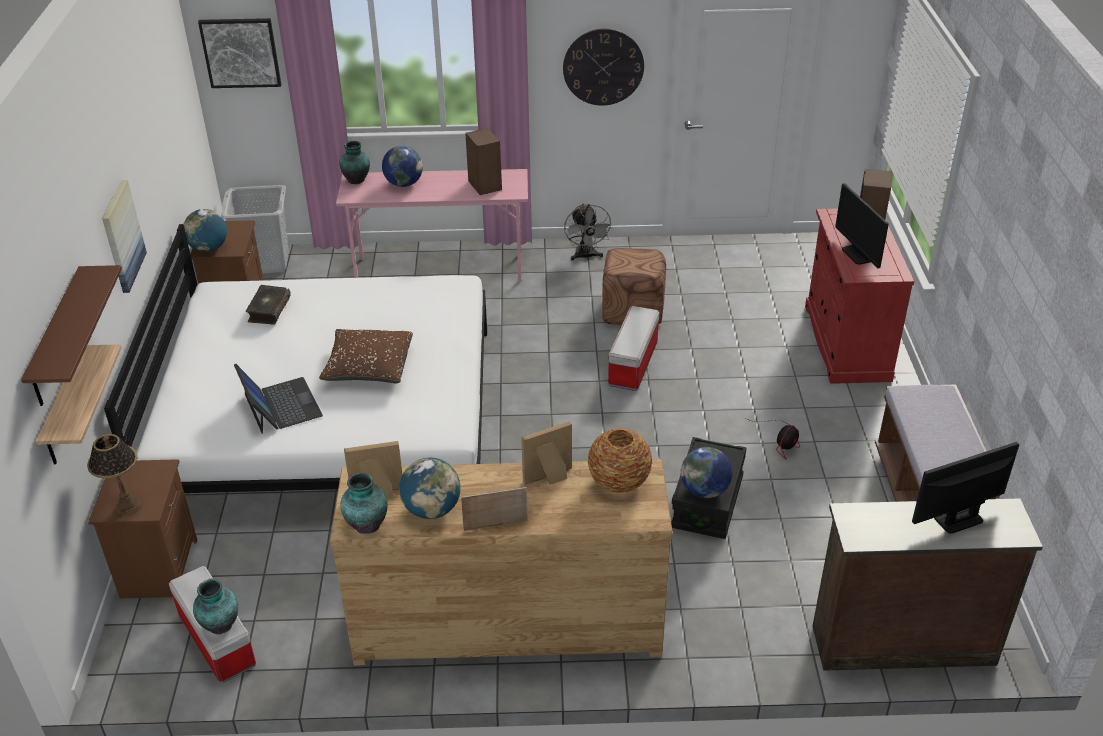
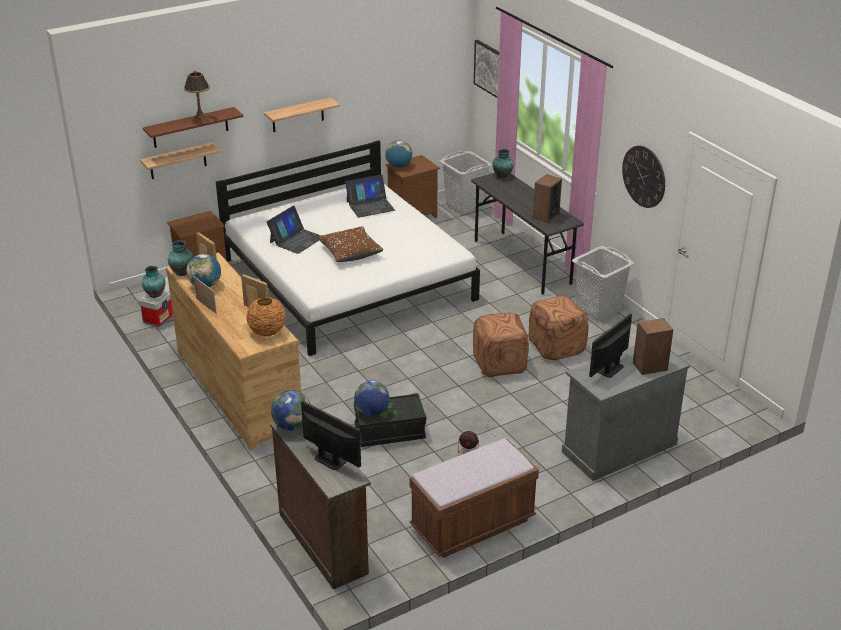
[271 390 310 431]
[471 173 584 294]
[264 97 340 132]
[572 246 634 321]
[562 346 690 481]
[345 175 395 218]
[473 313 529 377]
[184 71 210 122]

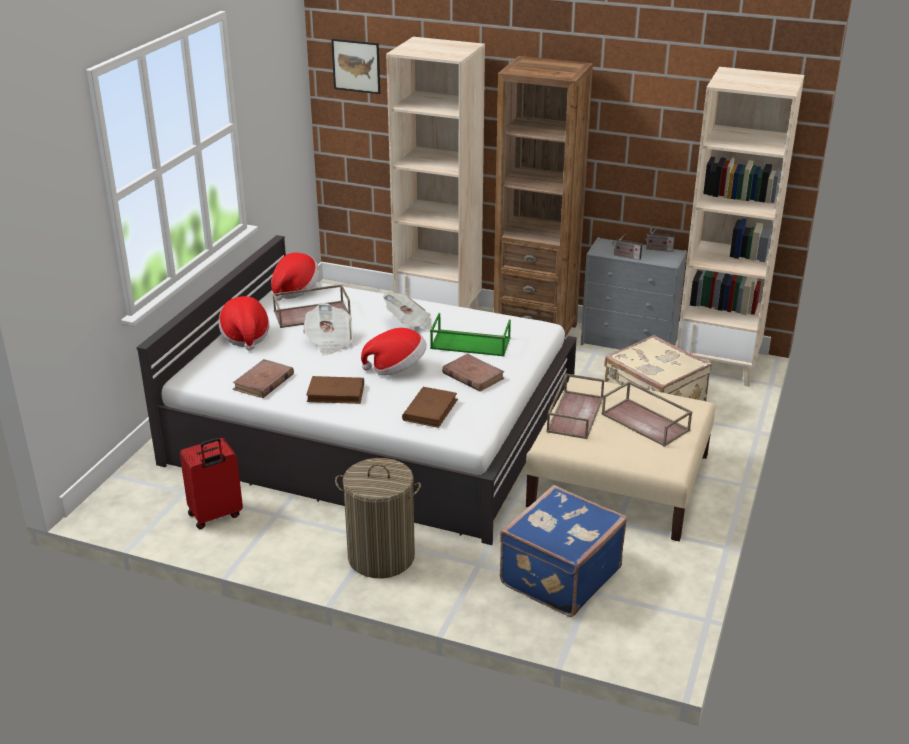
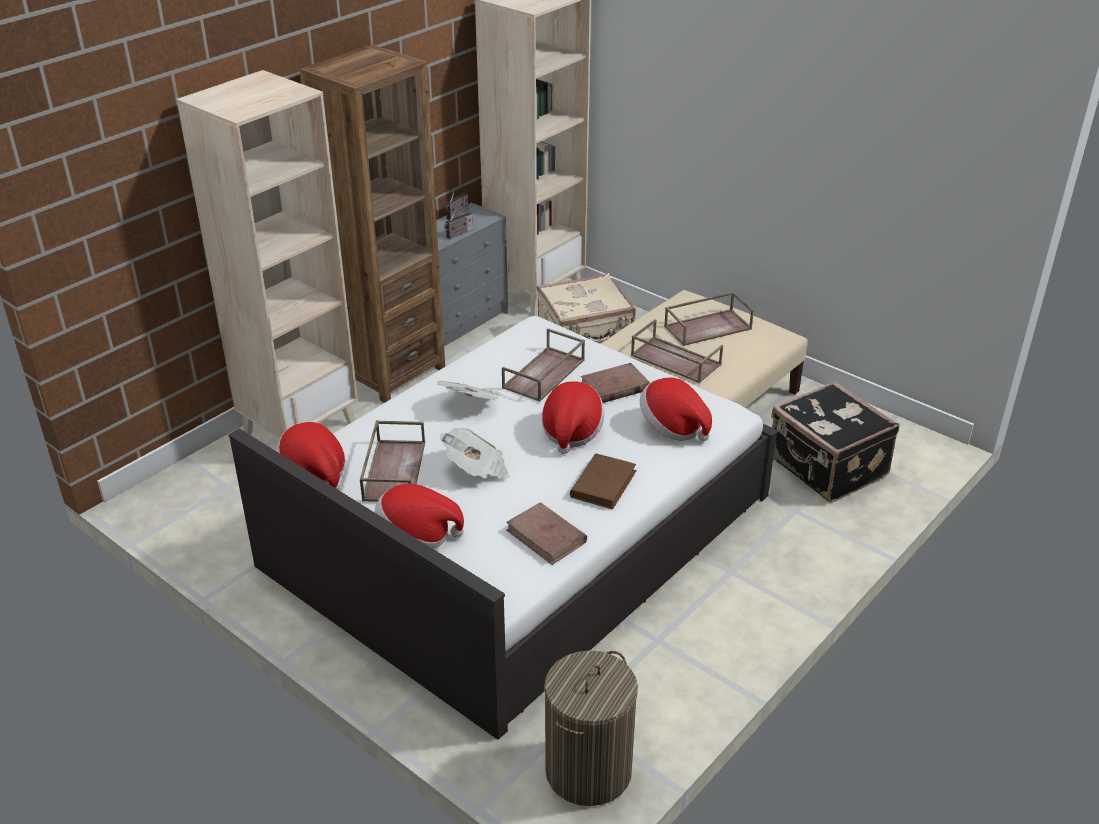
[331 39 380 94] (first image)
[502 328 585 402]
[640 377 712 441]
[180 438 243 529] (first image)
[544 650 638 806]
[771 381 899 502]

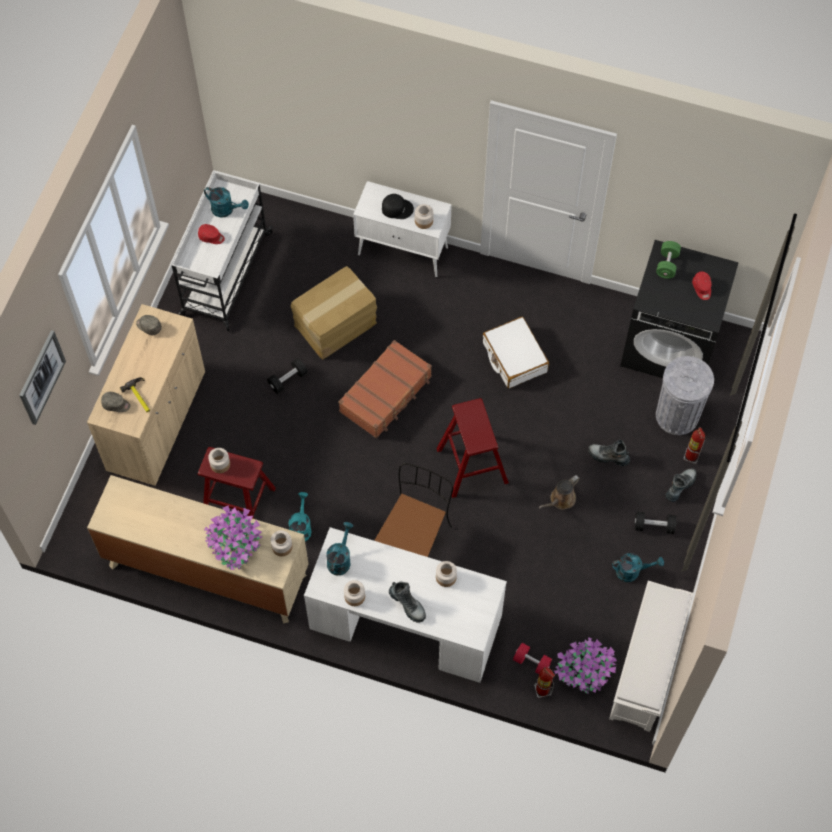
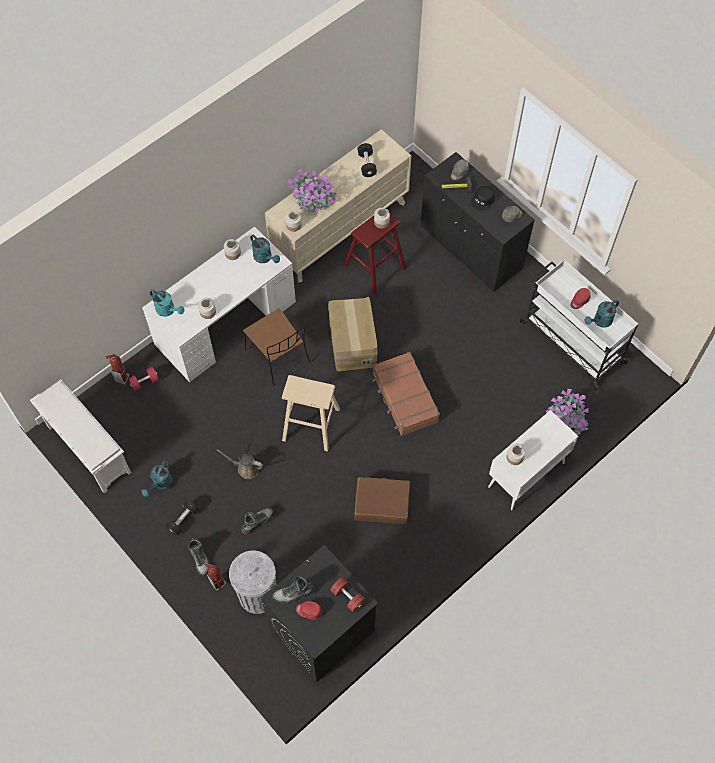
[470 186 495 211]
[330 577 366 612]
[328 297 378 371]
[420 152 535 292]
[354 477 410 524]
[19 330 66 425] (first image)
[357 143 377 177]
[282 375 340 452]
[217 449 263 479]
[150 289 185 317]
[272 576 315 604]
[546 389 589 435]

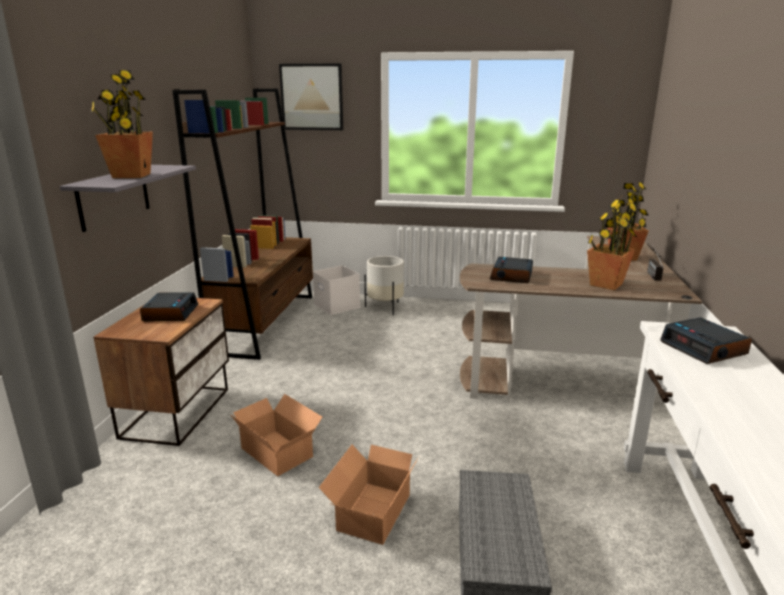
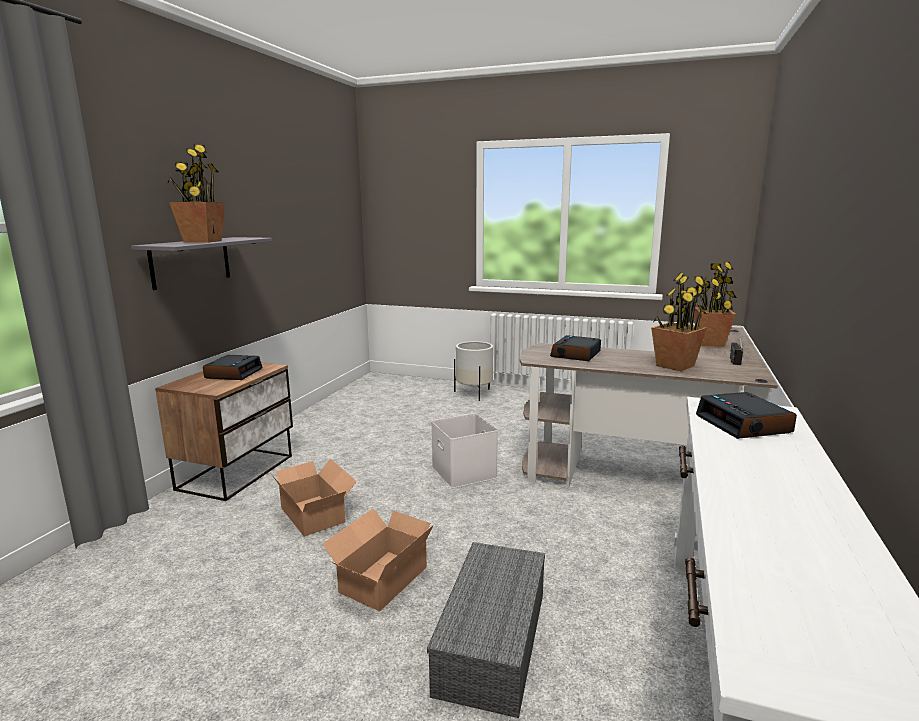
[279 64 343 130] (first image)
[172 88 313 360] (first image)
[431 413 498 488]

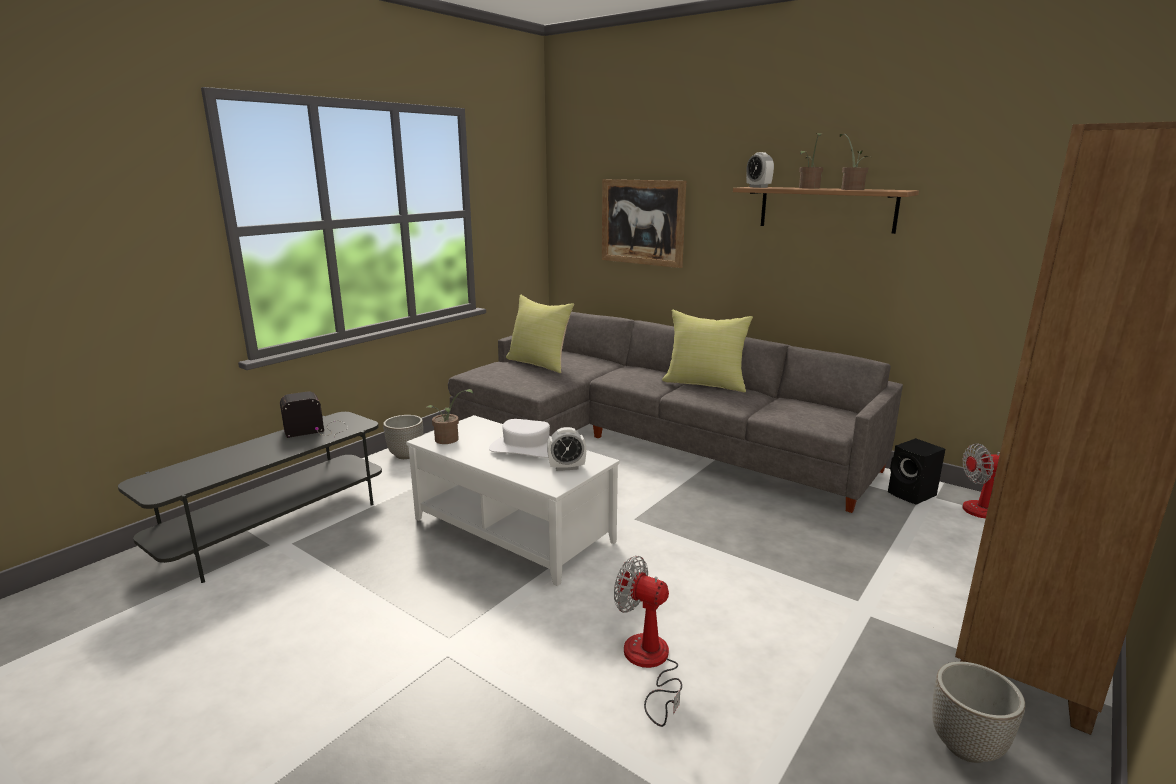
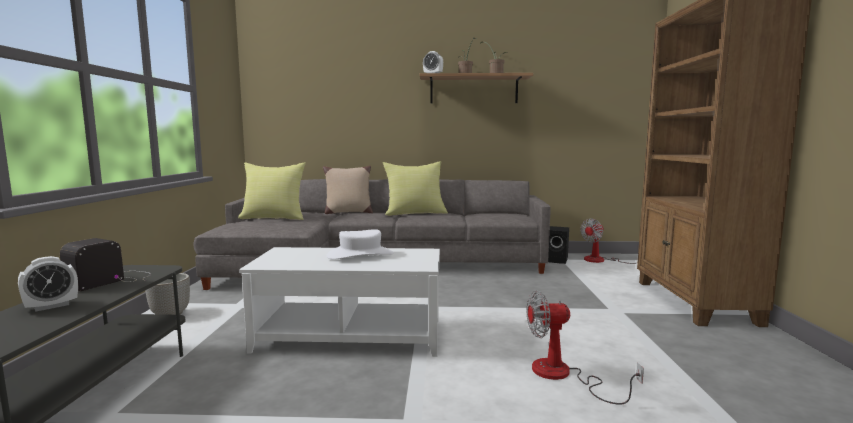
[602 179 686 268] (first image)
[427 389 474 444] (first image)
[18 256 78 312]
[932 662 1025 763] (first image)
[323 166 373 214]

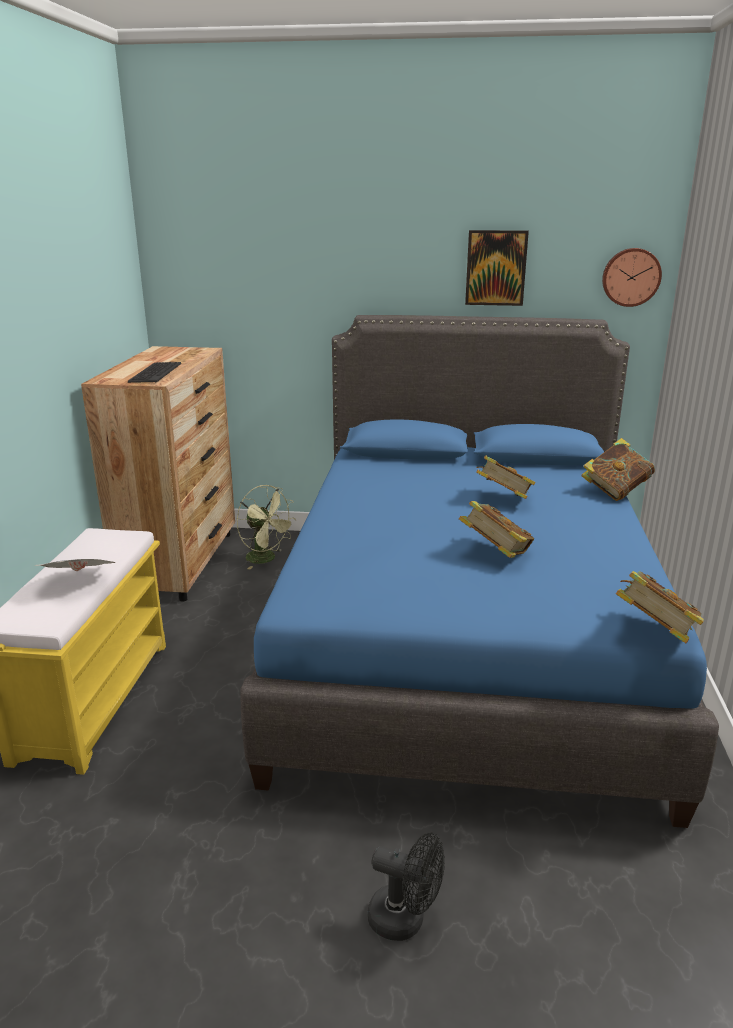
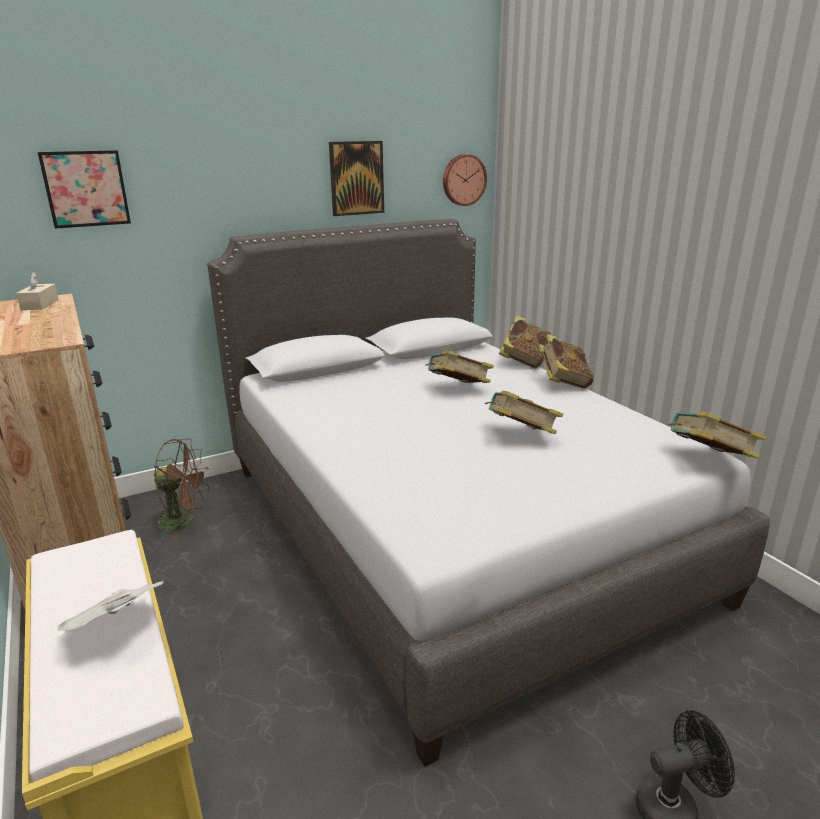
[207 219 770 767]
[128 362 181 383] (first image)
[154 439 209 539]
[38 150 131 229]
[16 271 59 310]
[539 334 594 389]

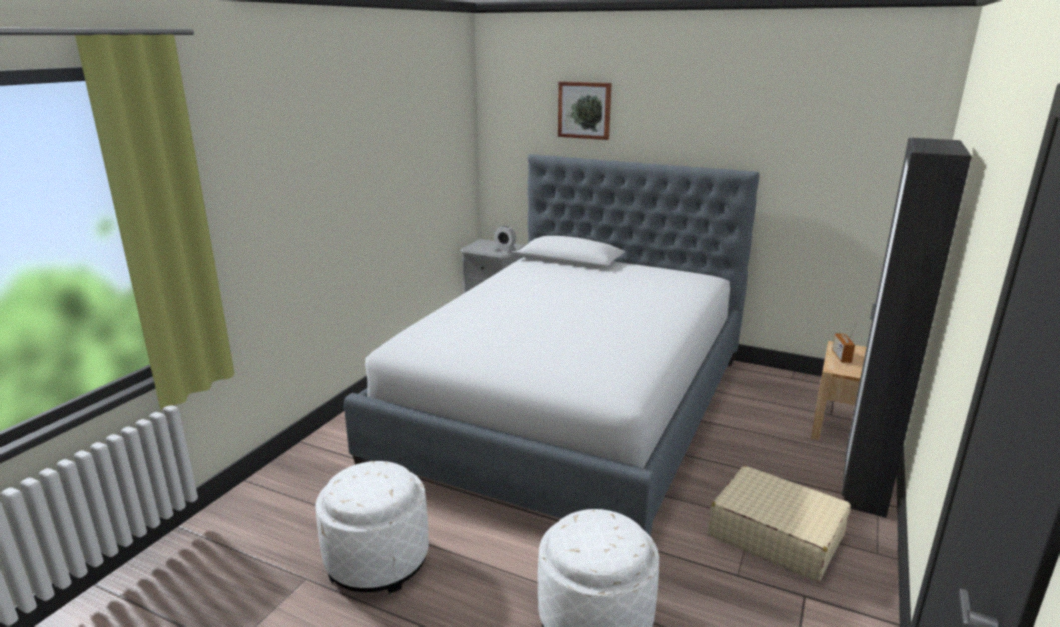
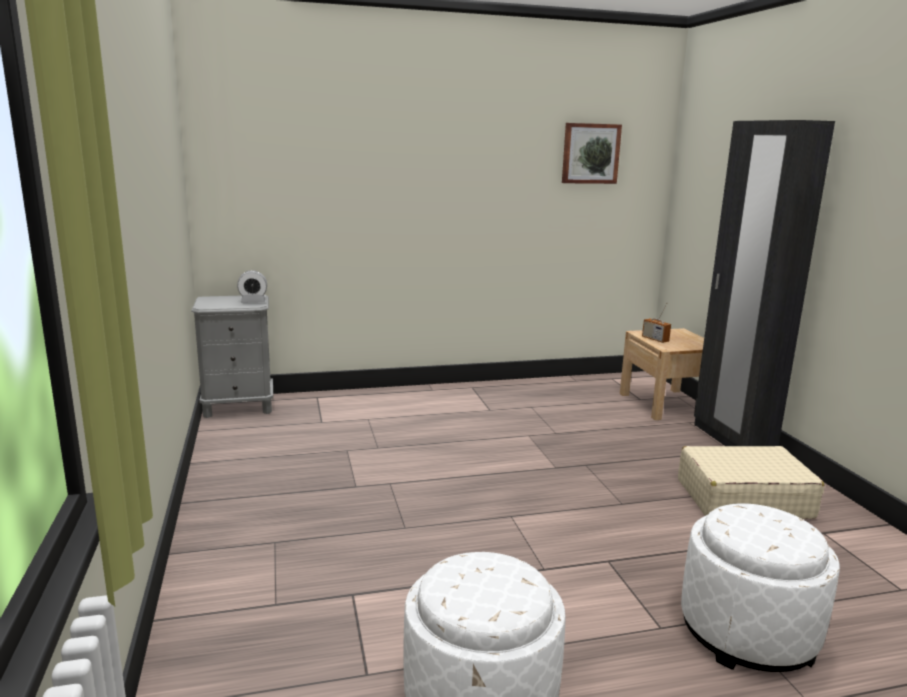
[562 123 622 184]
[344 154 759 537] (first image)

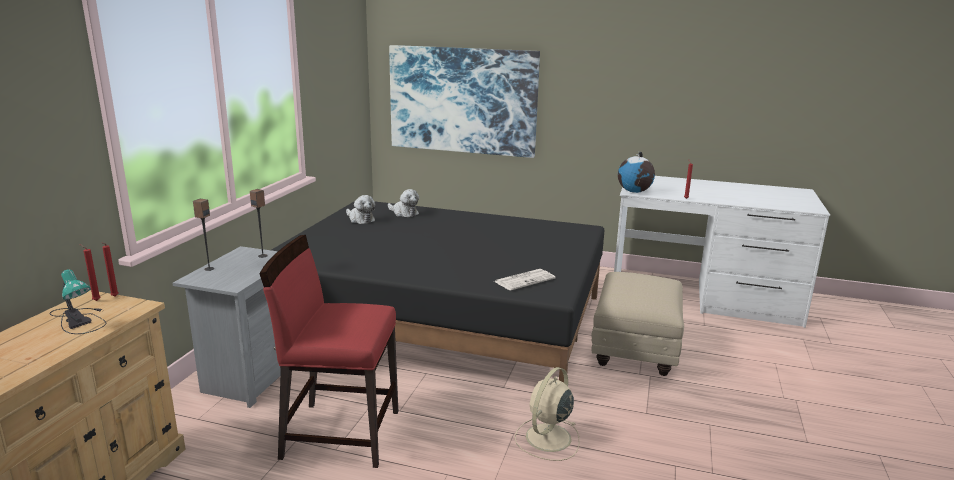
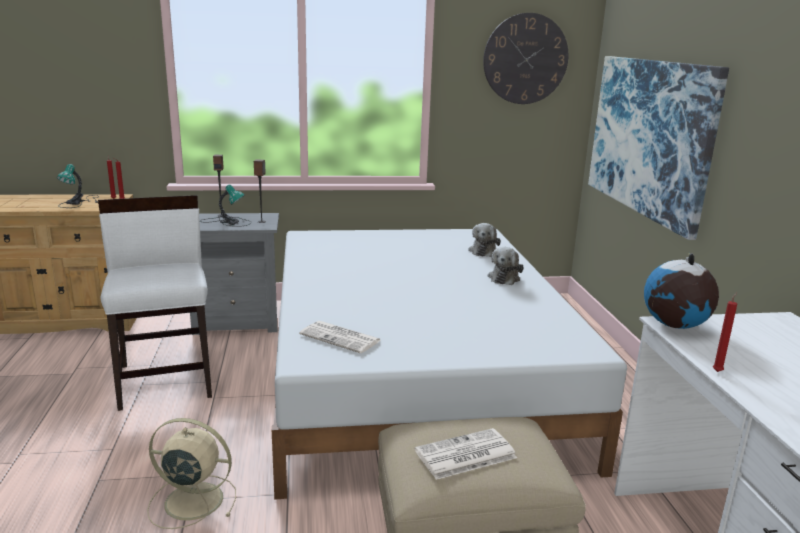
[488 247 523 285]
[272 229 627 500]
[98 195 212 411]
[483 13 568 104]
[200 185 251 227]
[415 428 517 480]

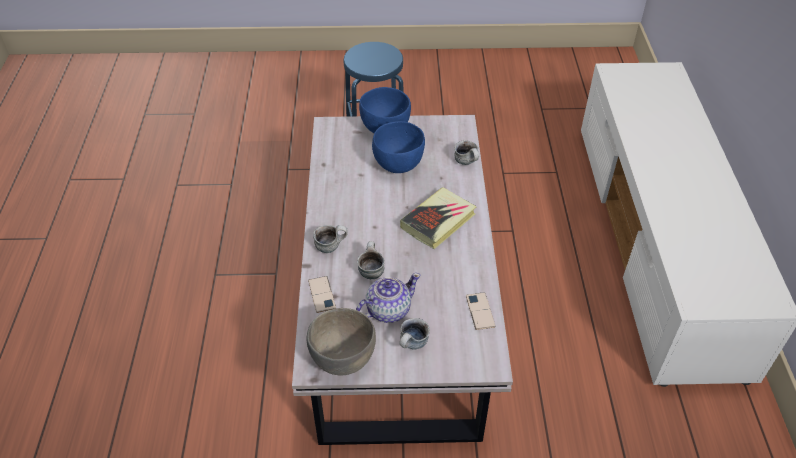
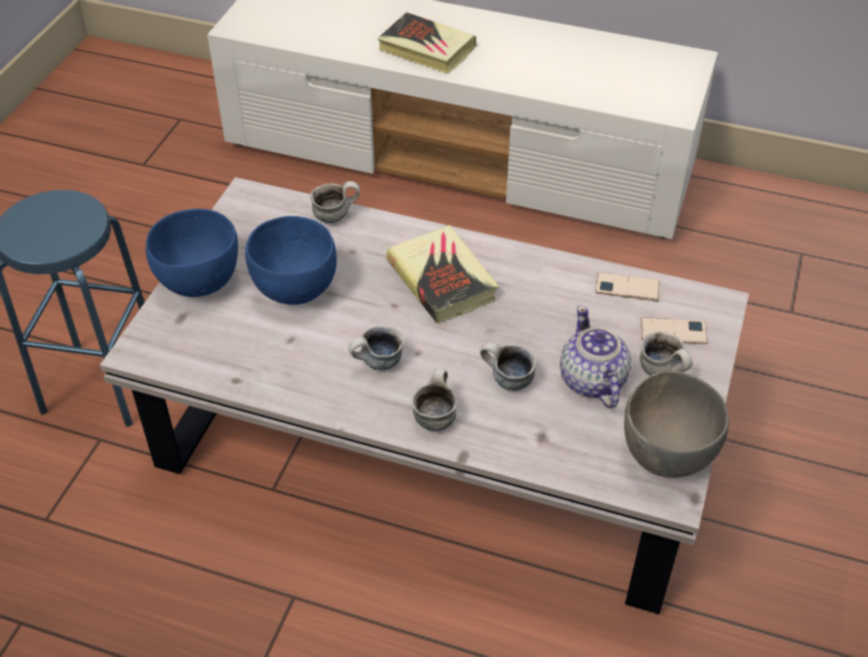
[641 317 708 344]
[377 12 476 74]
[348 325 404 370]

